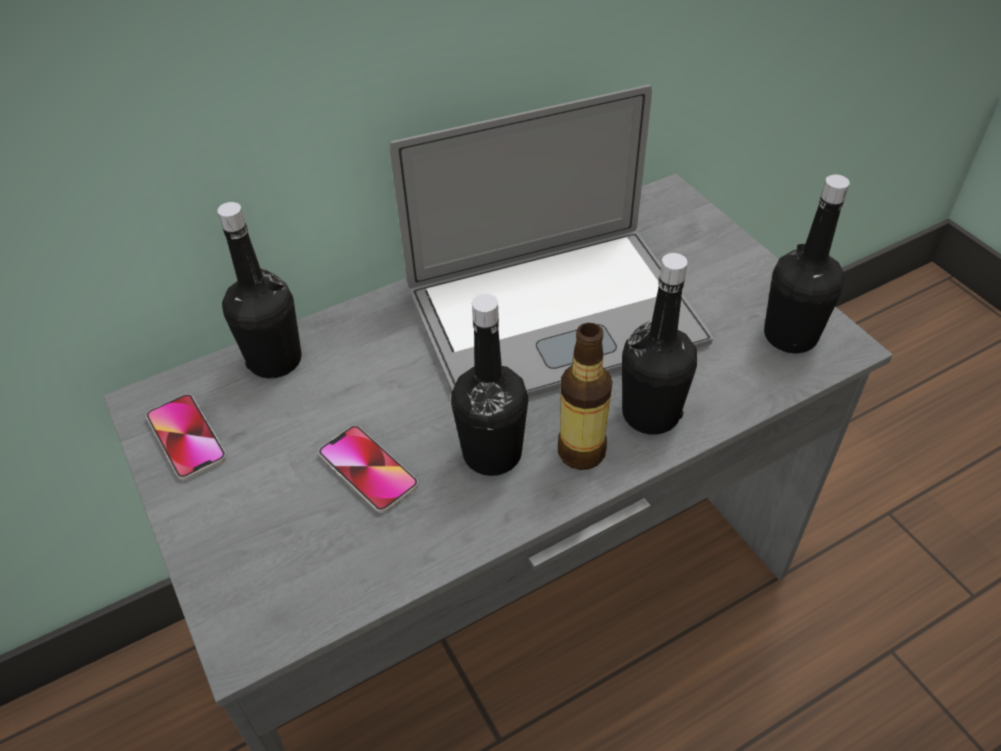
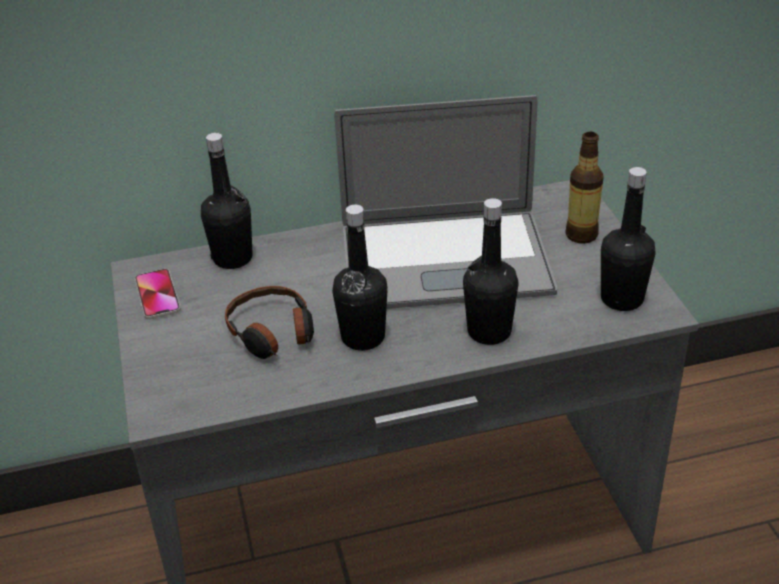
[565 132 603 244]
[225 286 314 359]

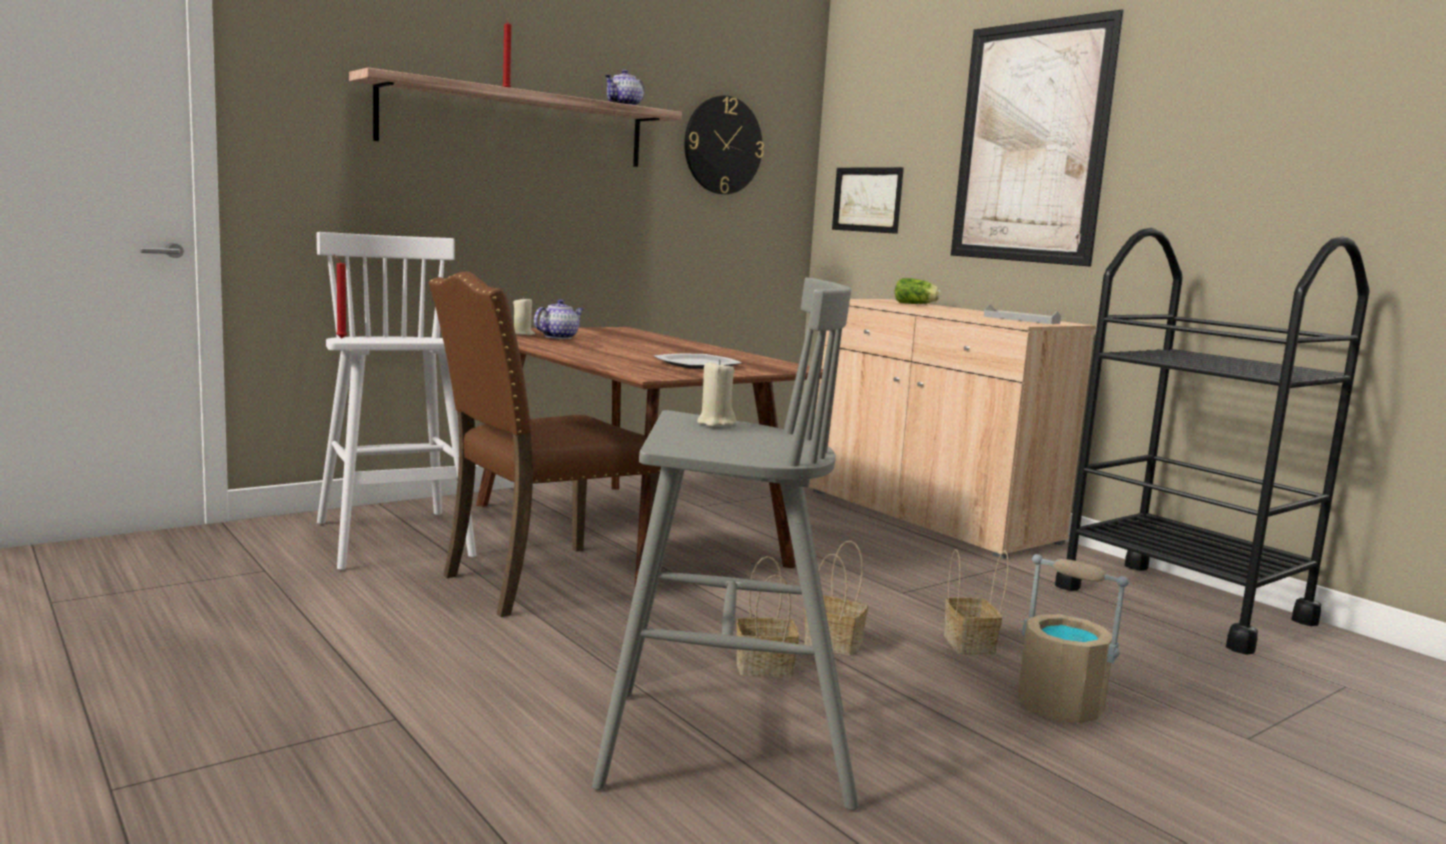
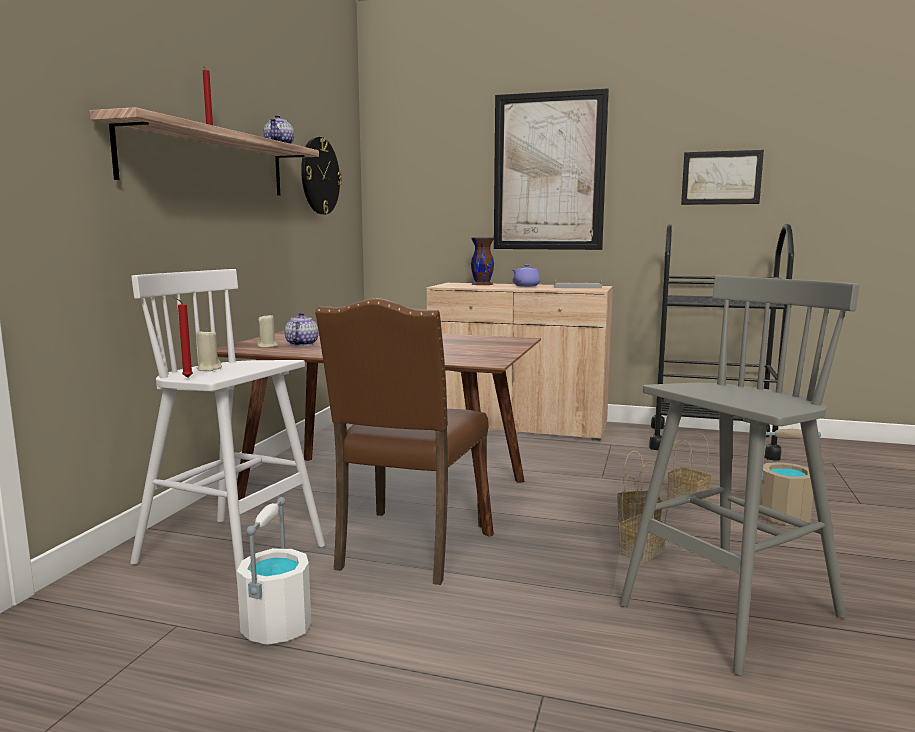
[681 150 764 205]
[471 237 494 285]
[654 354 742 369] (first image)
[196 329 222 371]
[513 264 541 287]
[236 497 311 645]

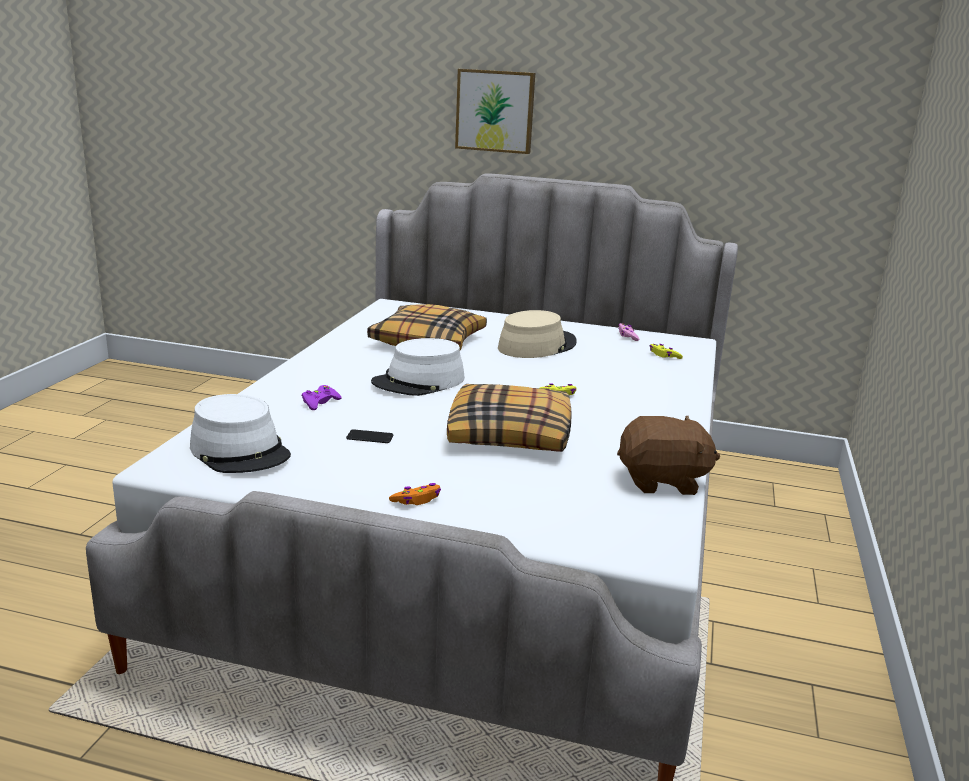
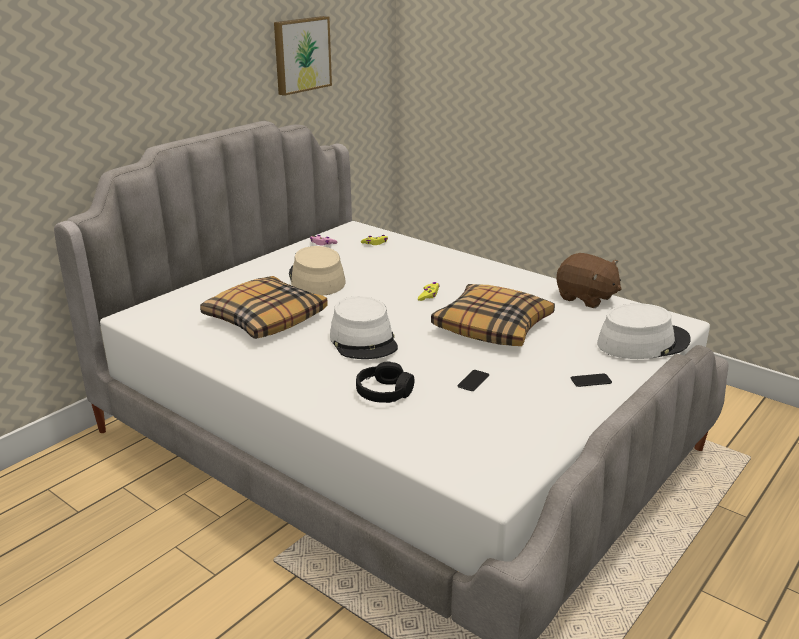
[274 16 332 96]
[356 362 414 403]
[597 303 691 359]
[557 253 621 308]
[571 373 612 387]

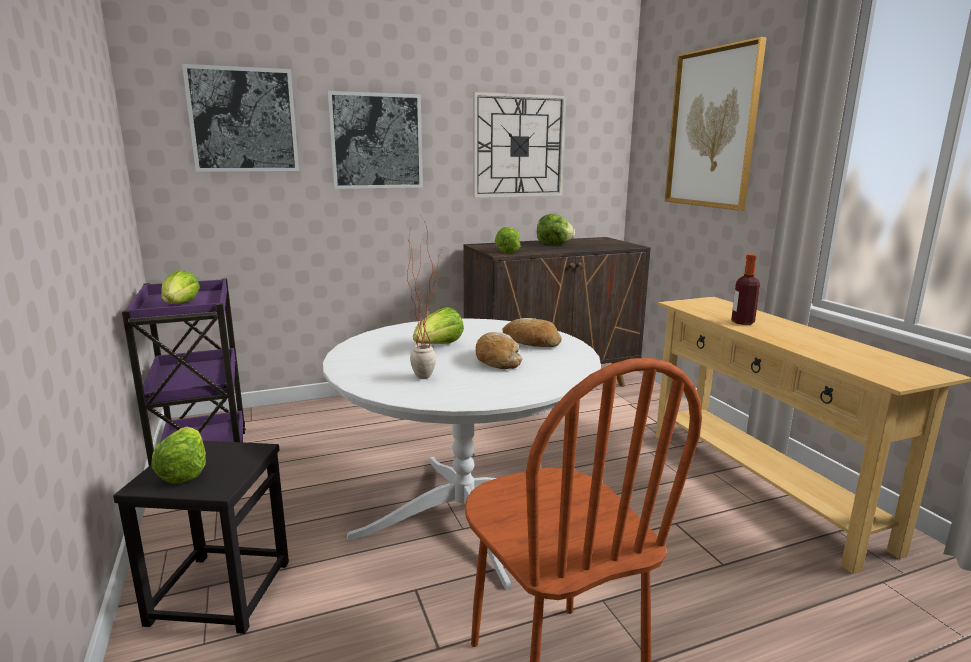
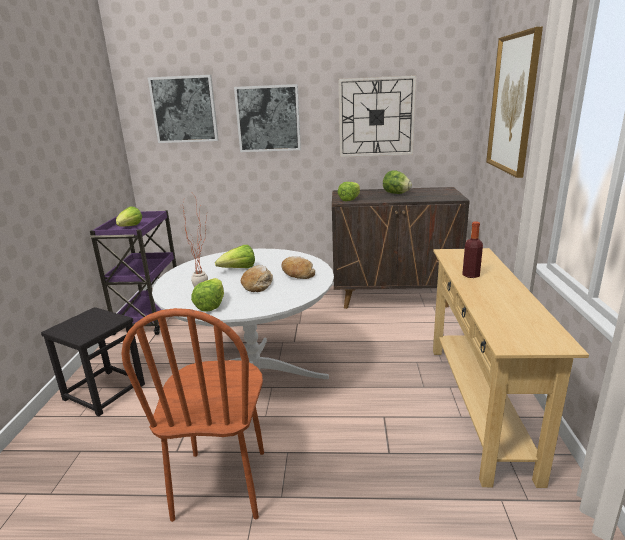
[191 278 224 312]

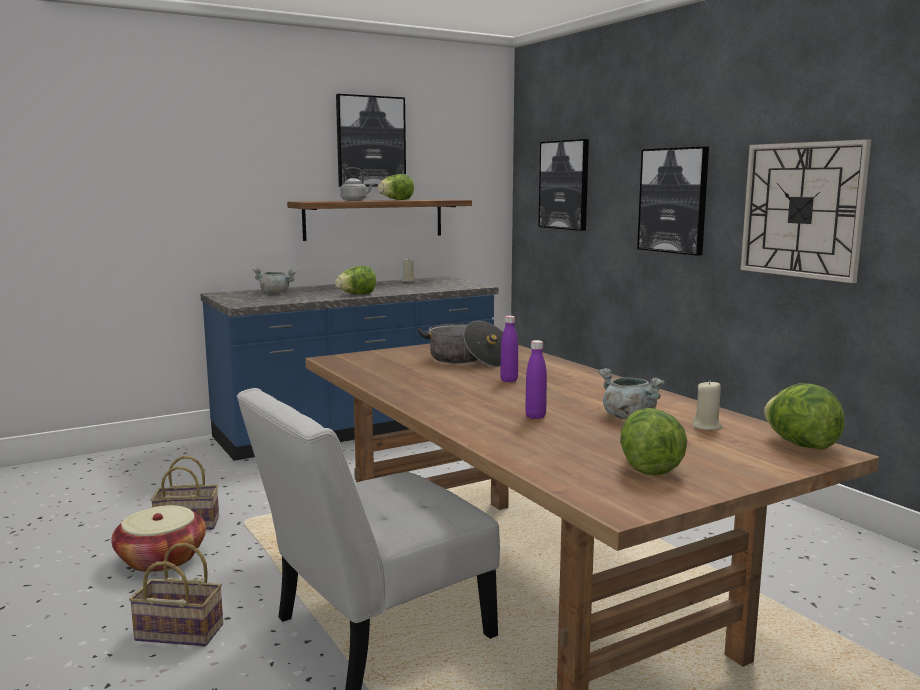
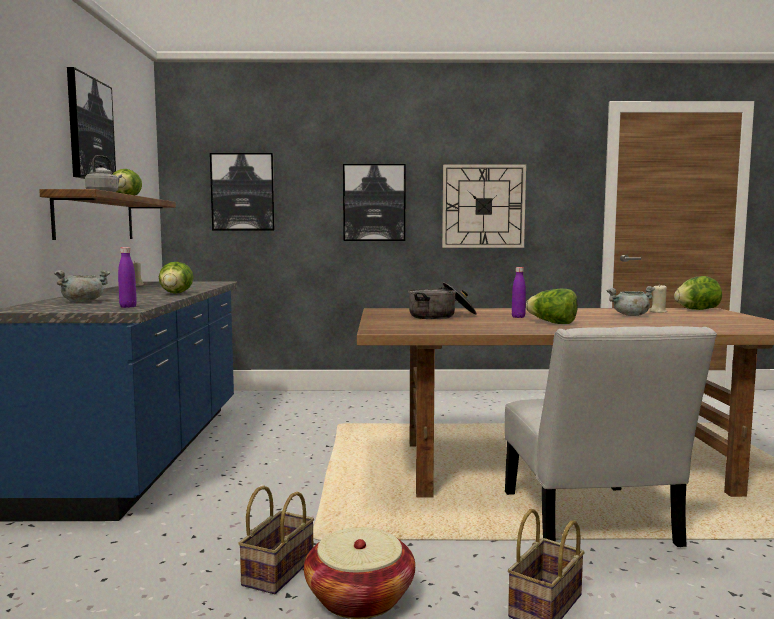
[118 247 137 308]
[526 289 578 324]

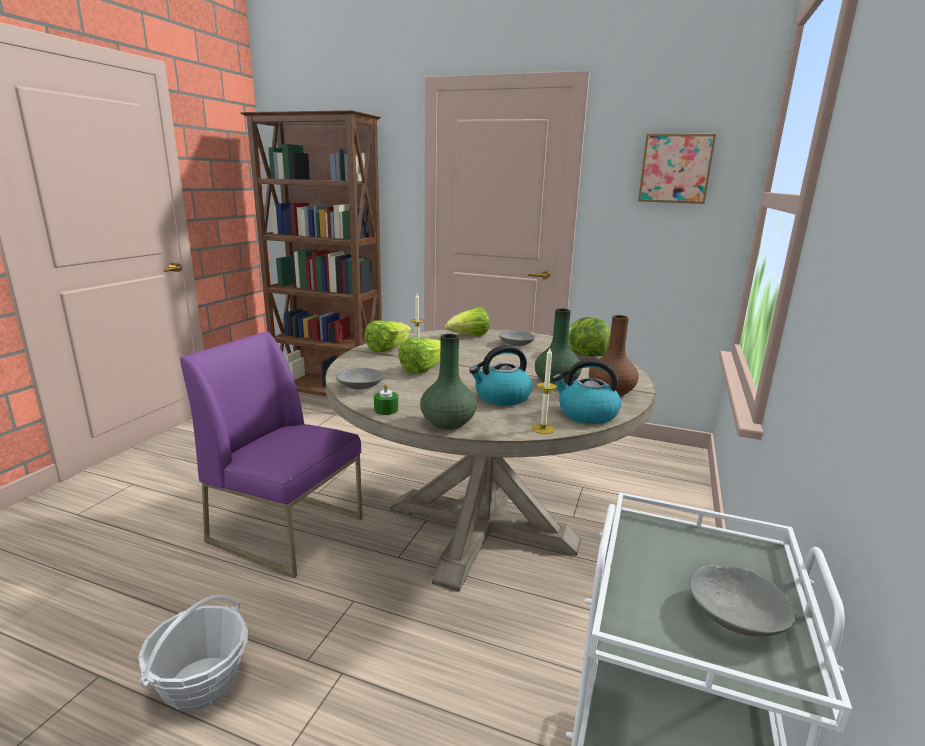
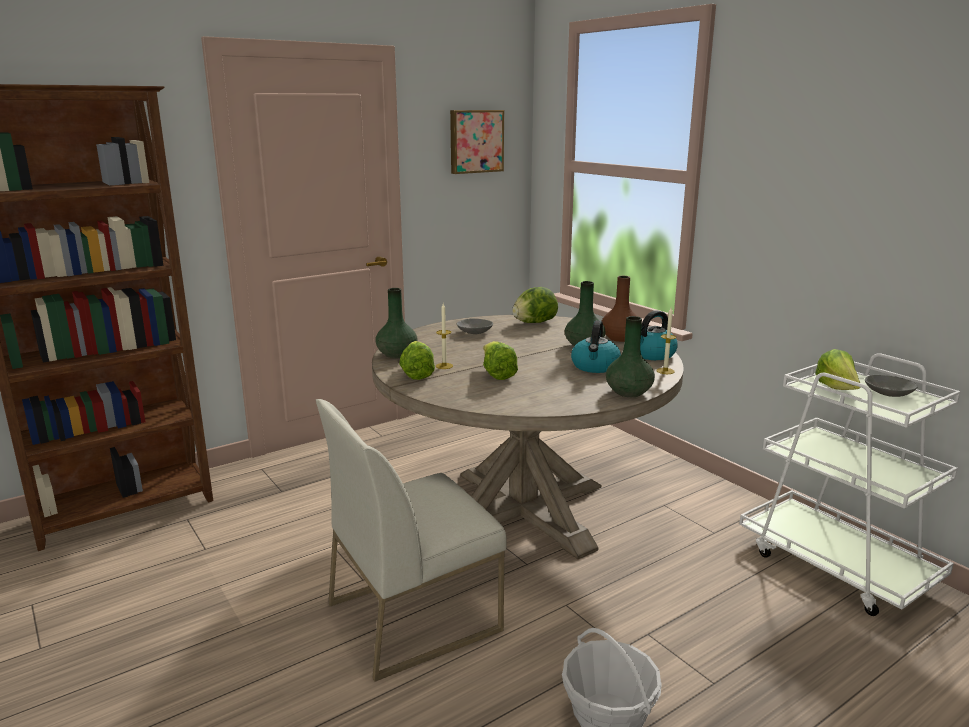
[815 349 860 390]
[316 399 507 682]
[336 368 384 389] (first image)
[374 383 398 415] (first image)
[375 288 418 358]

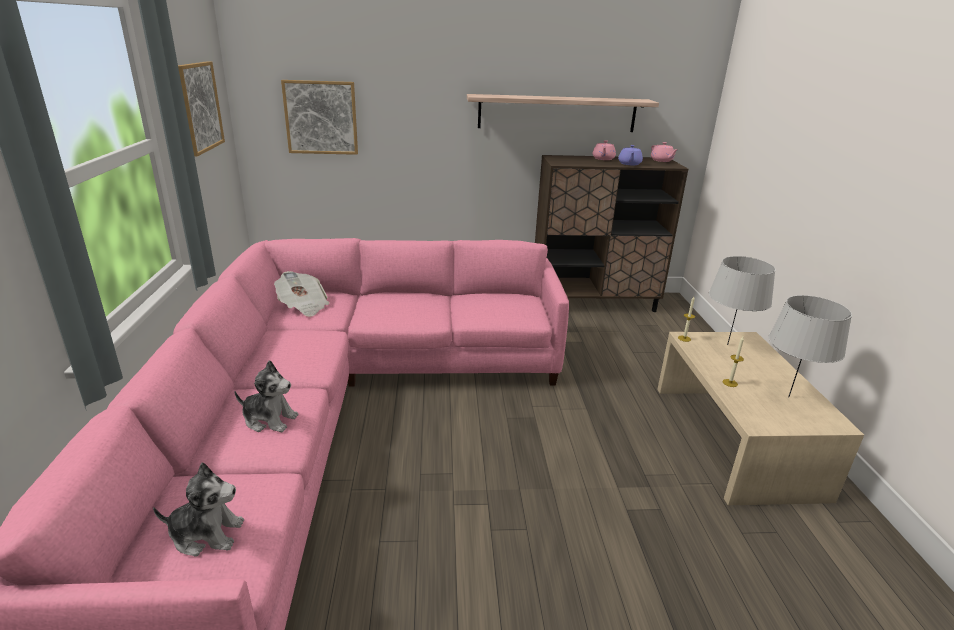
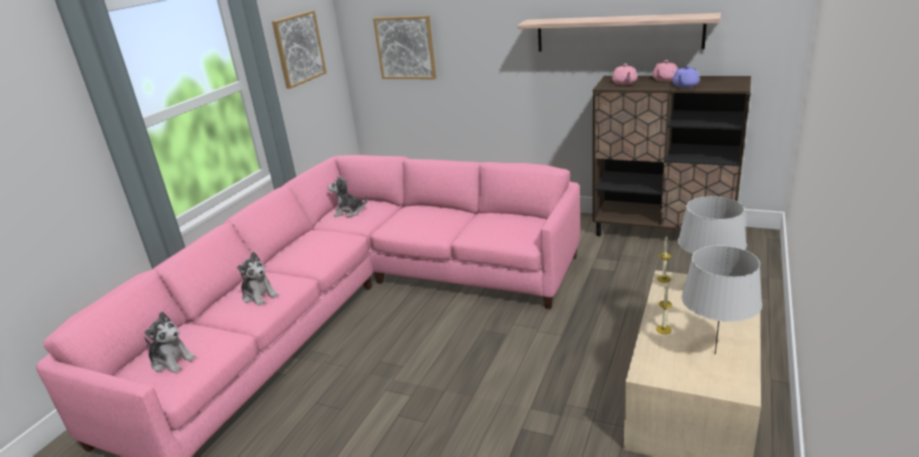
[612 64 637 85]
[327 176 368 217]

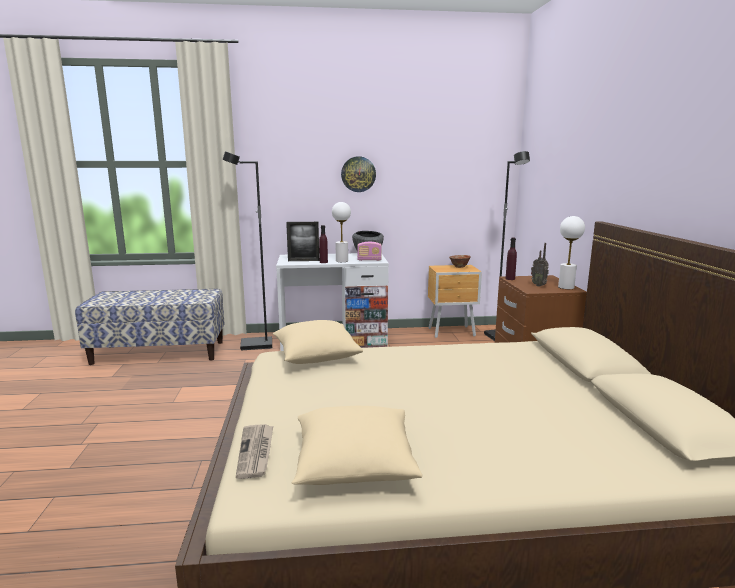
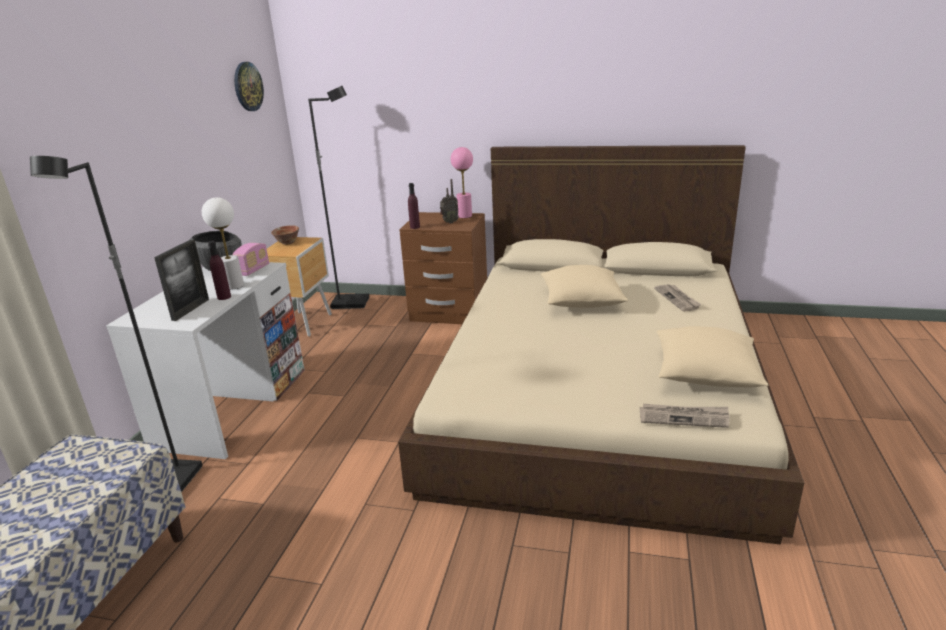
[234 62 264 111]
[451 147 473 218]
[540 265 628 308]
[654 284 702 311]

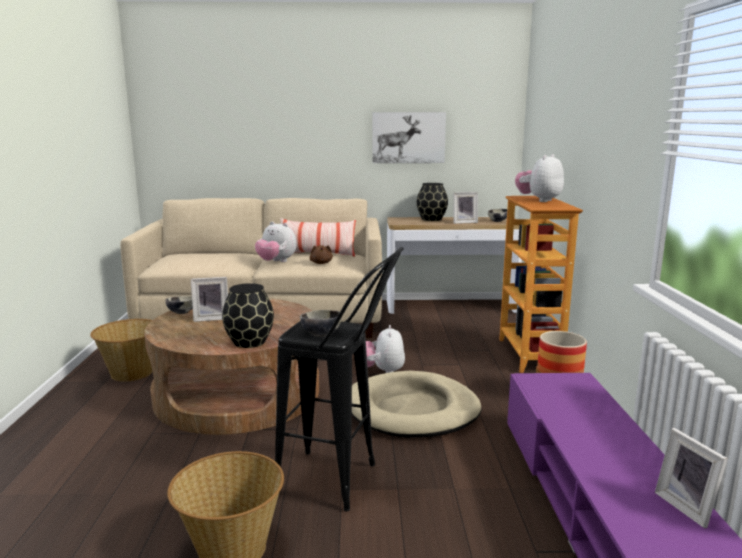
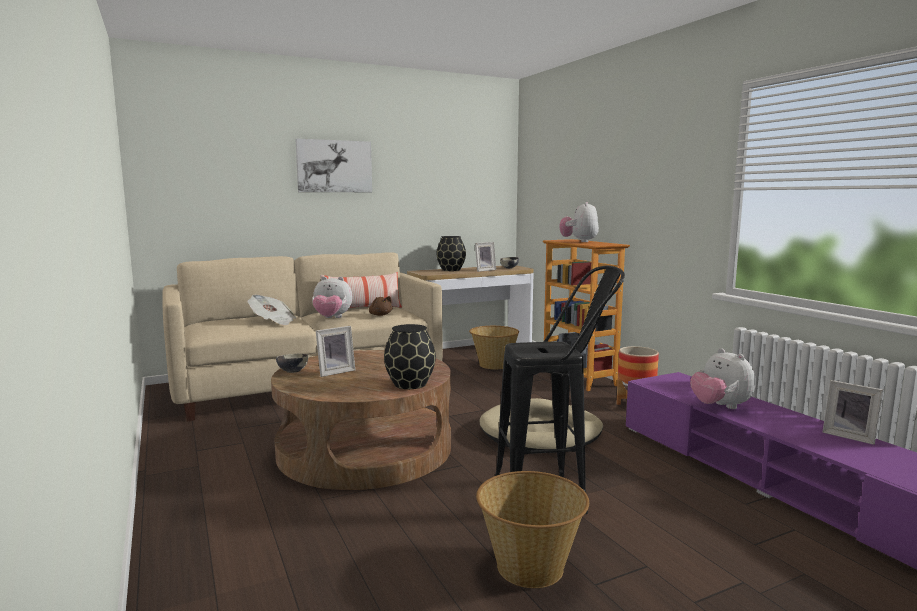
[296 138 372 192]
[300 310 341 337] (first image)
[469 326 519 369]
[690 348 756 409]
[247 295 297 325]

